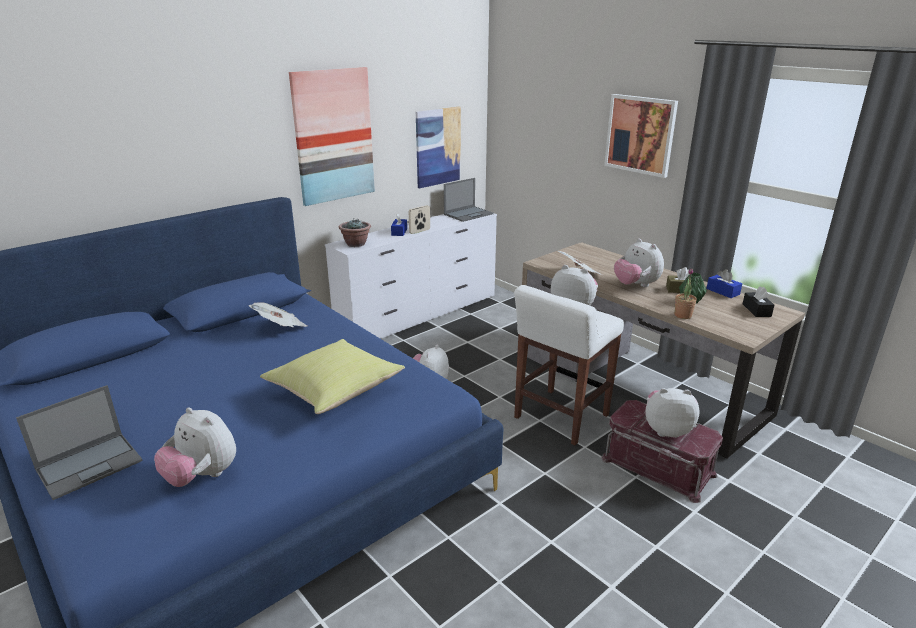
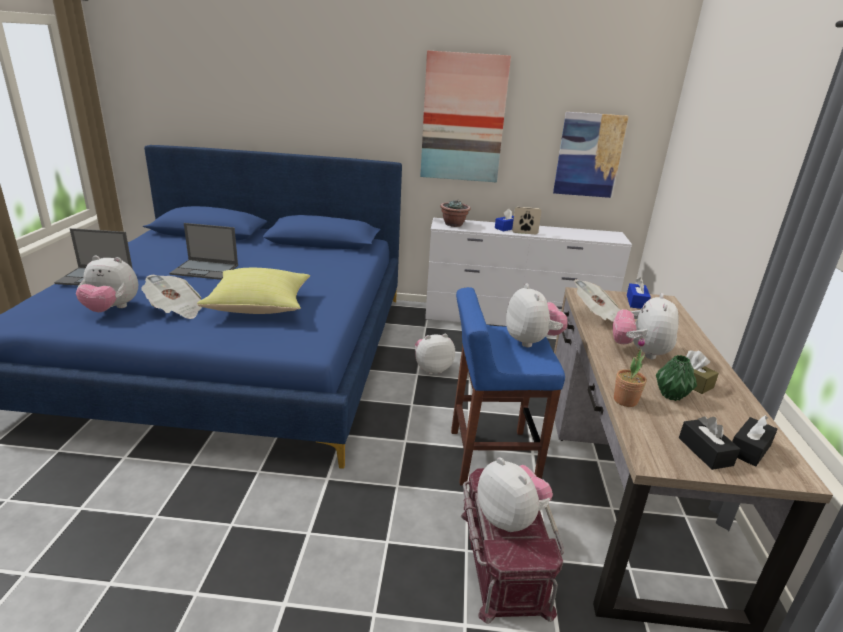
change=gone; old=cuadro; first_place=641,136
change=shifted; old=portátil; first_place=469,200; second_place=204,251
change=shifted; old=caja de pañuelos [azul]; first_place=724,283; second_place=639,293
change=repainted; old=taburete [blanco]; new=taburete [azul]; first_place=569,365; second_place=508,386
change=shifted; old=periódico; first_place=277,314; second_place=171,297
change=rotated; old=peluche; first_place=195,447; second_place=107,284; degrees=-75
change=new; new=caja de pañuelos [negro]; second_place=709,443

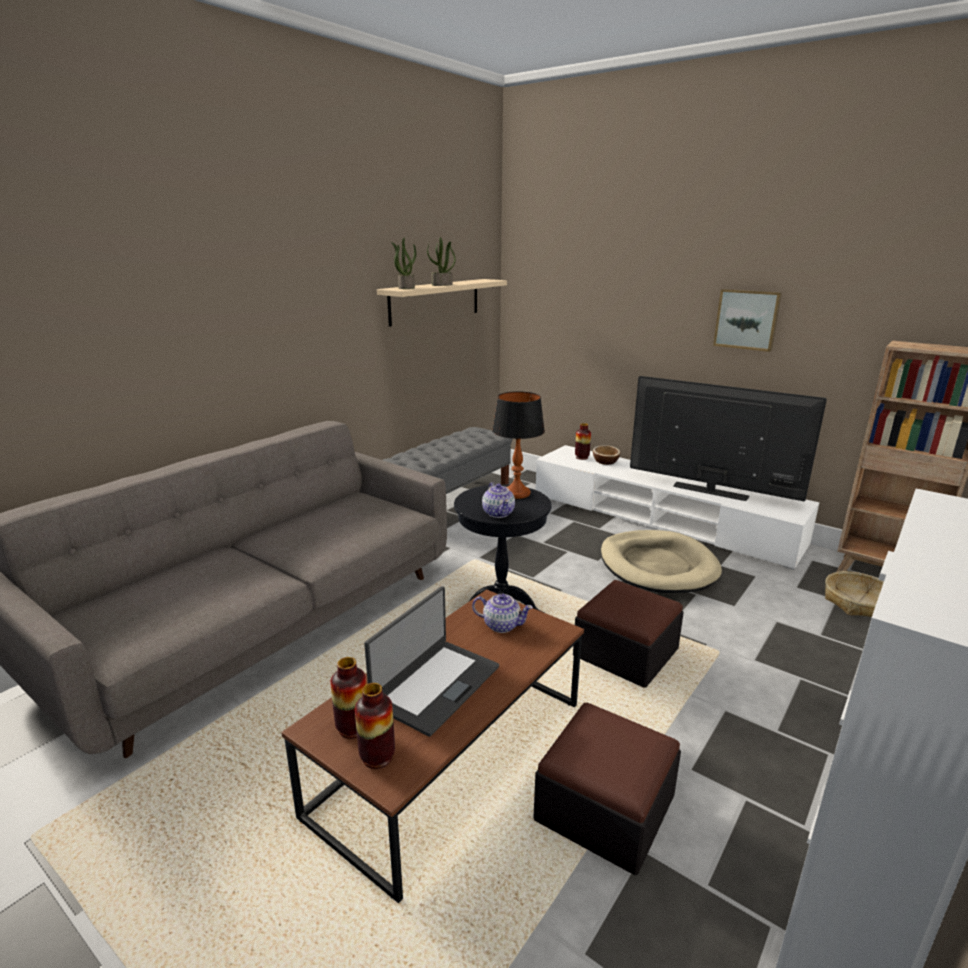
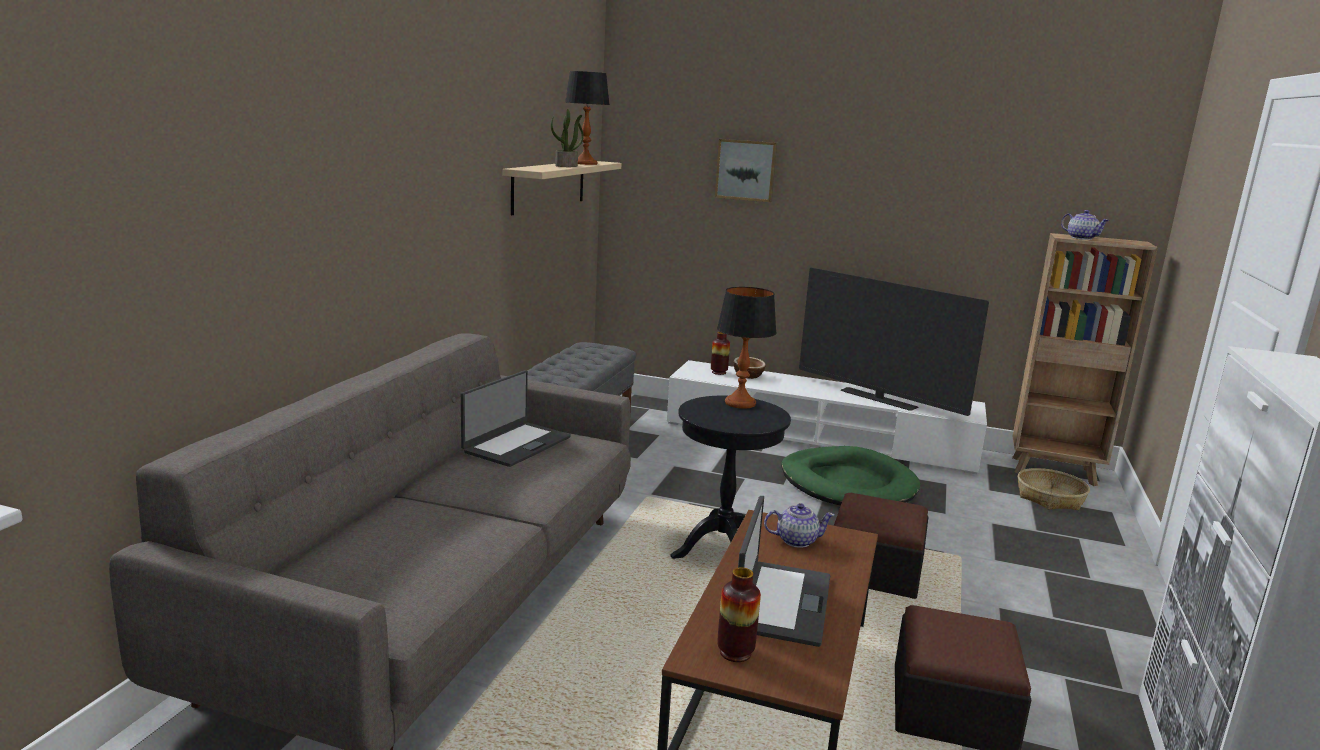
change=gone; old=planta en maceta; first_place=403,263
change=shifted; old=cuadro; first_place=747,320; second_place=746,170
change=rotated; old=televisor; first_place=728,438; second_place=894,342; degrees=-150
change=shifted; old=tetera; first_place=498,500; second_place=1085,225
change=repainted; old=cama para perro [beis]; new=cama para perro [verde]; first_place=661,561; second_place=850,476
change=gone; old=florero; first_place=375,726
change=new; new=lámpara de mesa; second_place=587,118
change=new; new=portátil; second_place=516,418

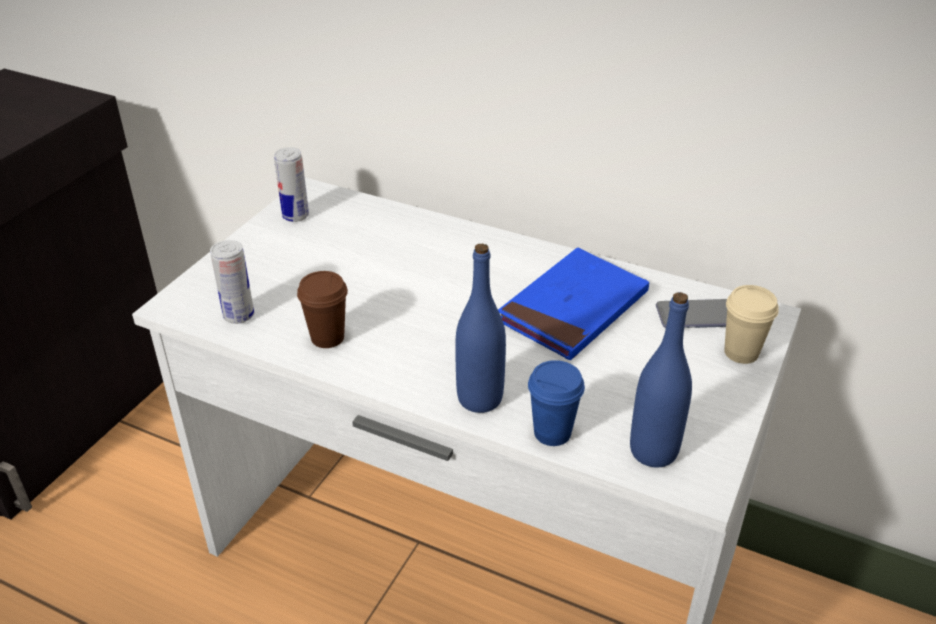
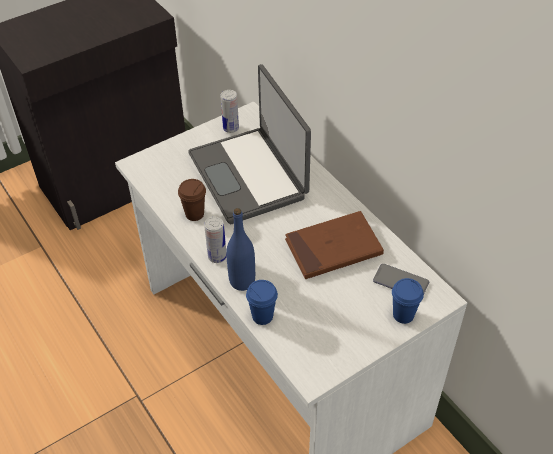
change=shifted; old=lata; first_place=232,282; second_place=215,240
change=repainted; old=libro [azul]; new=libro [marrón]; first_place=573,304; second_place=334,245
change=repainted; old=taza [beis]; new=taza [azul]; first_place=751,324; second_place=408,301
change=gone; old=botella [azul]; first_place=661,379
change=new; new=portátil; second_place=249,144

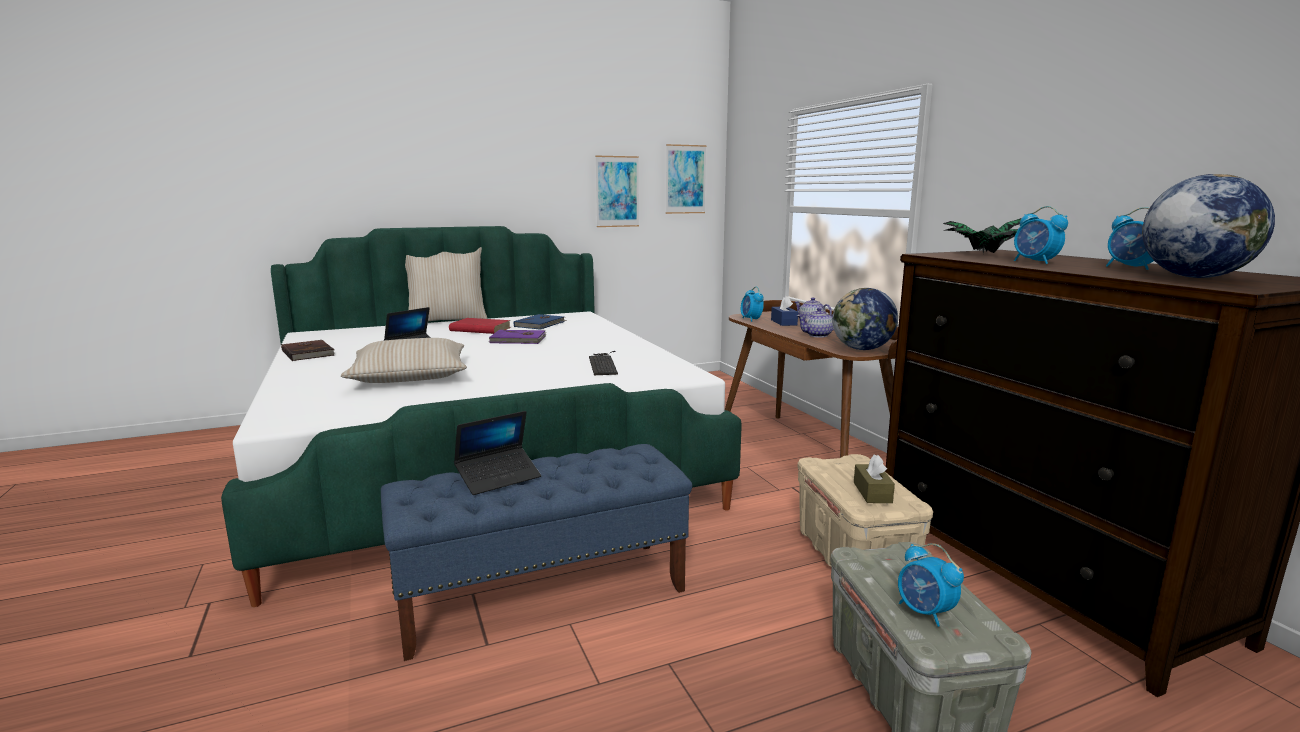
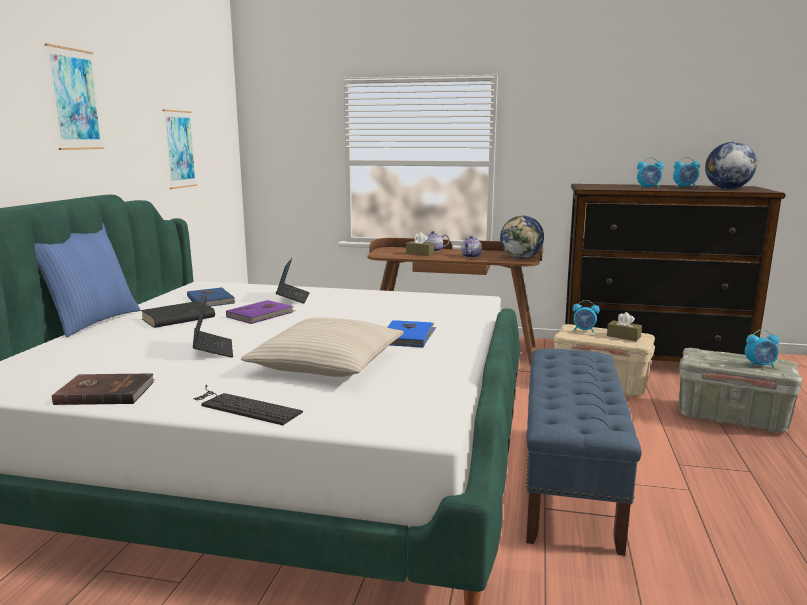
change=shifted; old=cuadro; first_place=686,179; second_place=74,96
change=gone; old=planta en maceta; first_place=982,236
change=repainted; old=cojín [beis]; new=cojín [azul]; first_place=446,284; second_place=87,280
change=shifted; old=despertador; first_place=752,304; second_place=586,316
change=repainted; old=caja de pañuelos [azul]; new=caja de pañuelos [marrón]; first_place=784,311; second_place=420,244
change=repainted; old=libro [rojo]; new=libro [negro]; first_place=480,326; second_place=177,314
change=shifted; old=teclado; first_place=603,363; second_place=248,405
change=shifted; old=portátil; first_place=497,453; second_place=293,280
change=new; new=libro [azul]; second_place=412,334

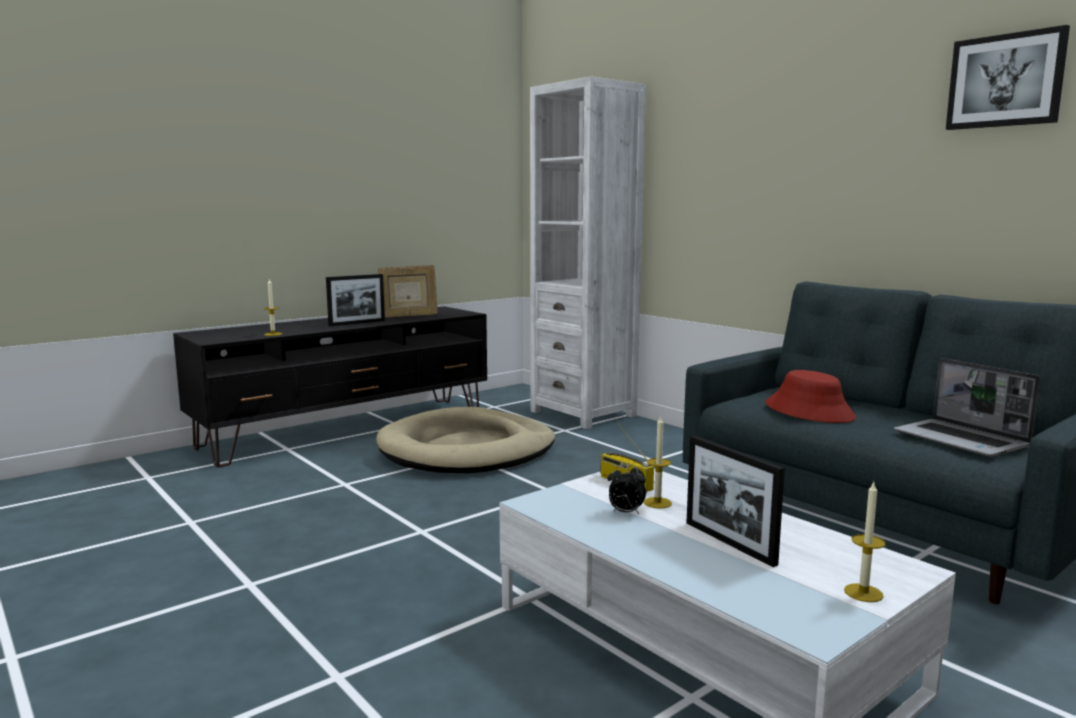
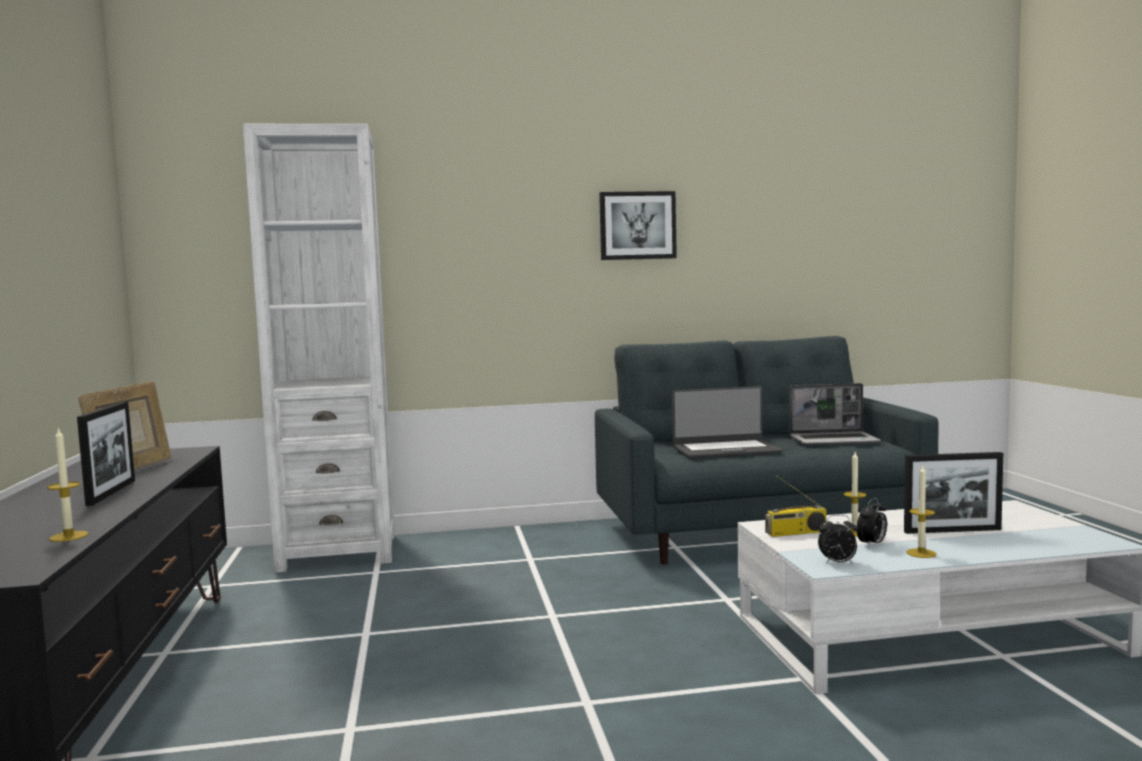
change=shifted; old=cuadro; first_place=1008,77; second_place=638,225
change=swapped; old=sombrero [rojo]; new=portátil; first_place=810,396; second_place=727,422
change=gone; old=cama para perro [beis]; first_place=465,440
change=shifted; old=vela; first_place=865,542; second_place=921,512
change=new; new=despertador; second_place=838,539

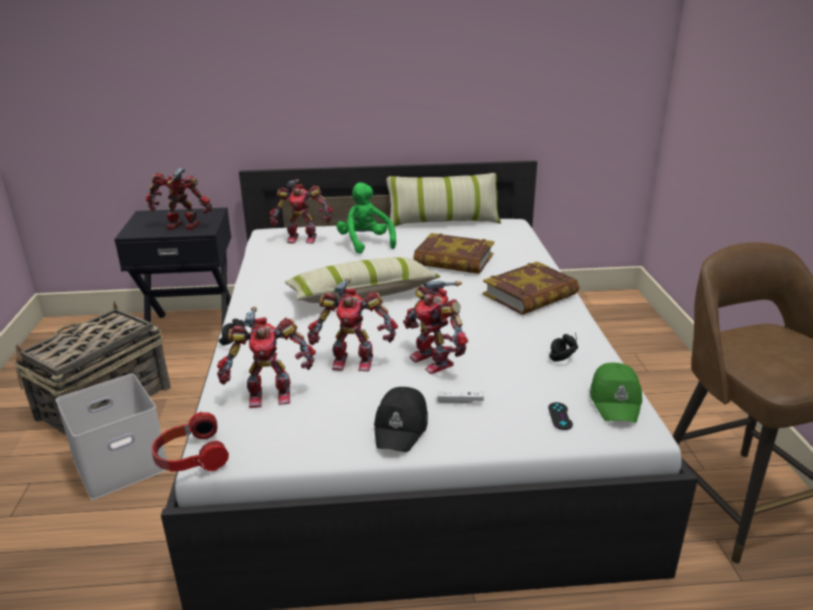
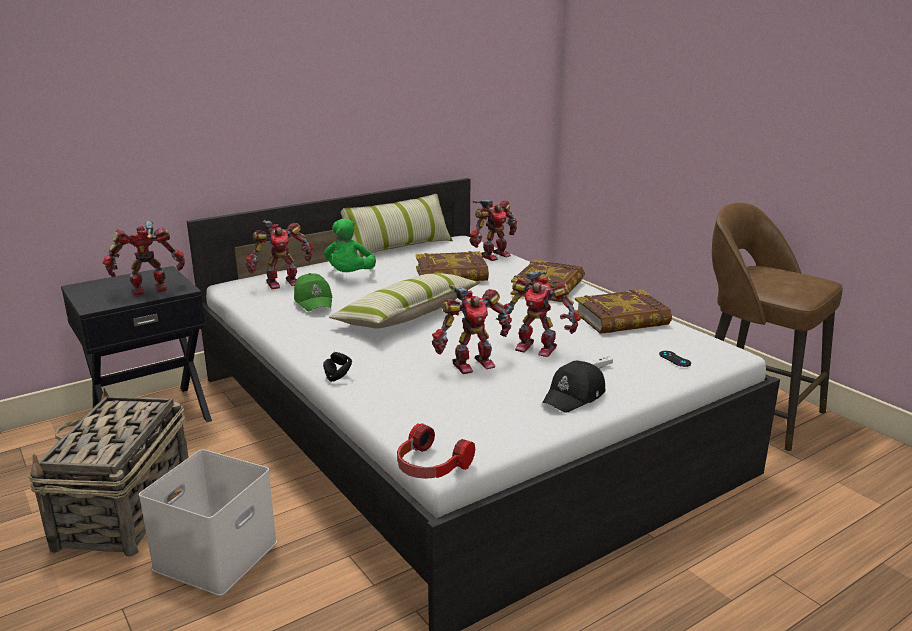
change=rotated; old=peluche [verde]; first_place=366,218; second_place=350,245; degrees=-120
change=shifted; old=robot de juguete; first_place=266,357; second_place=493,230
change=swapped; old=auriculares [negro]; new=libro; first_place=563,347; second_place=623,312
change=shifted; old=gorra [verde]; first_place=616,393; second_place=313,292
change=rotated; old=gorra [negro]; first_place=401,419; second_place=573,387; degrees=60

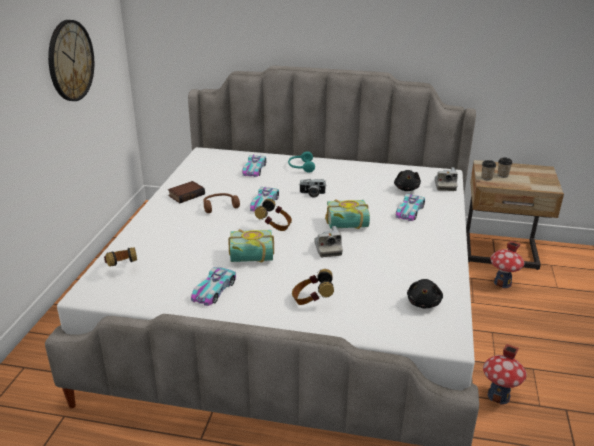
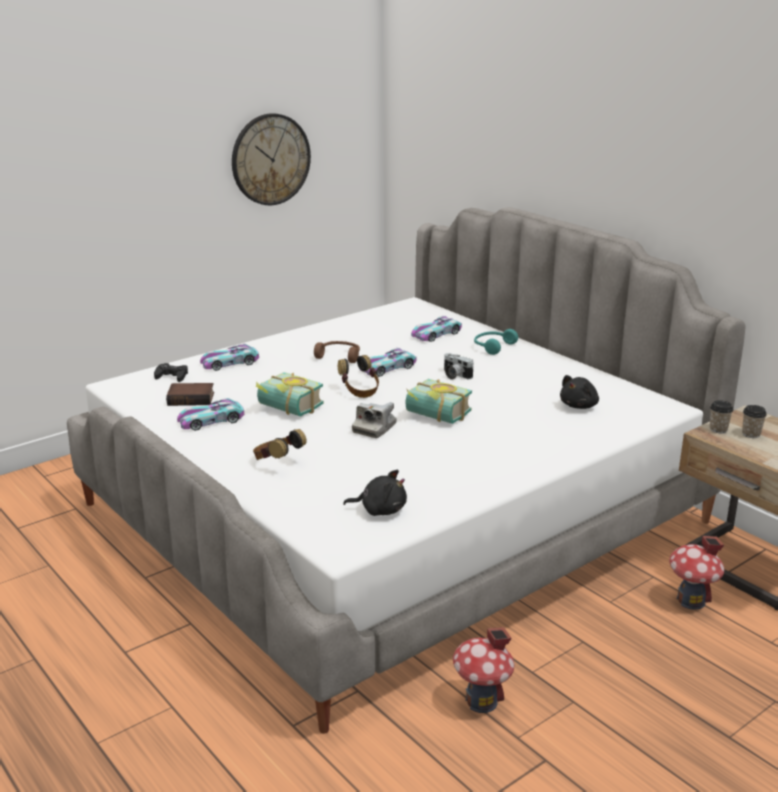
change=gone; old=cámara; first_place=446,179
change=shifted; old=libro; first_place=186,192; second_place=190,394
change=shifted; old=coche de juguete; first_place=410,207; second_place=229,357
change=swapped; old=auriculares; new=mando de consola [negro]; first_place=120,257; second_place=171,372
change=rotated; old=peluche [negro]; first_place=425,293; second_place=375,493; degrees=-135

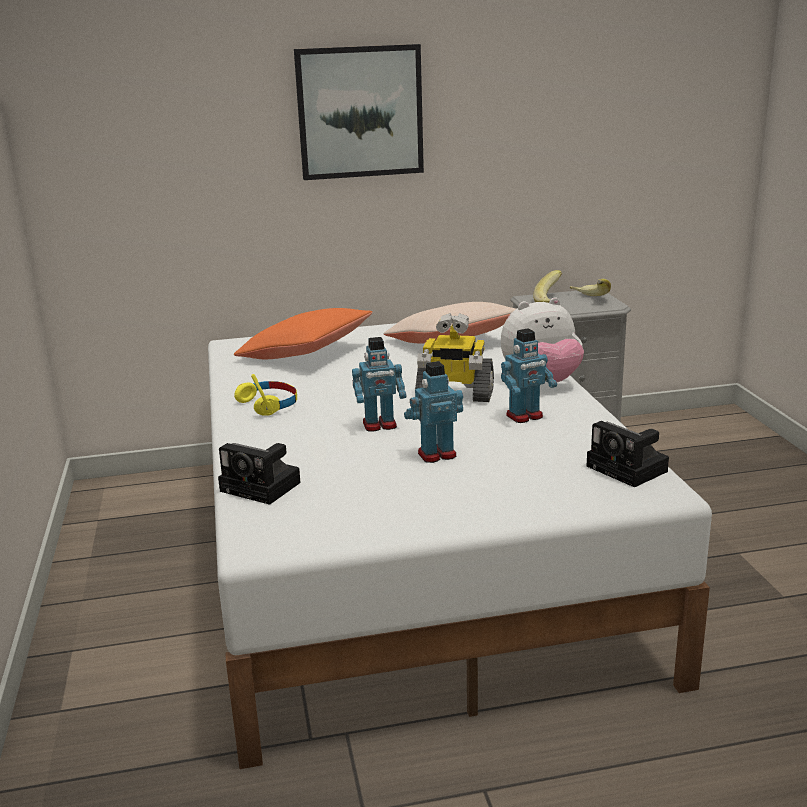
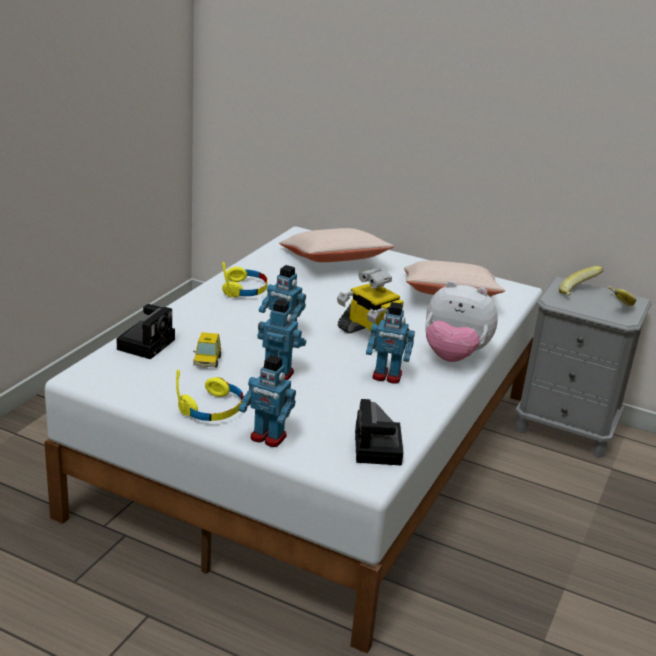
change=gone; old=cuadro; first_place=359,112
change=repainted; old=cojín [naranja]; new=cojín [beis]; first_place=303,333; second_place=336,245
change=rotated; old=cámara; first_place=259,474; second_place=146,331; degrees=-135
change=new; new=coche de juguete; second_place=207,350
change=new; new=robot de juguete; second_place=267,401
change=new; new=auriculares [amarillo]; second_place=210,395

